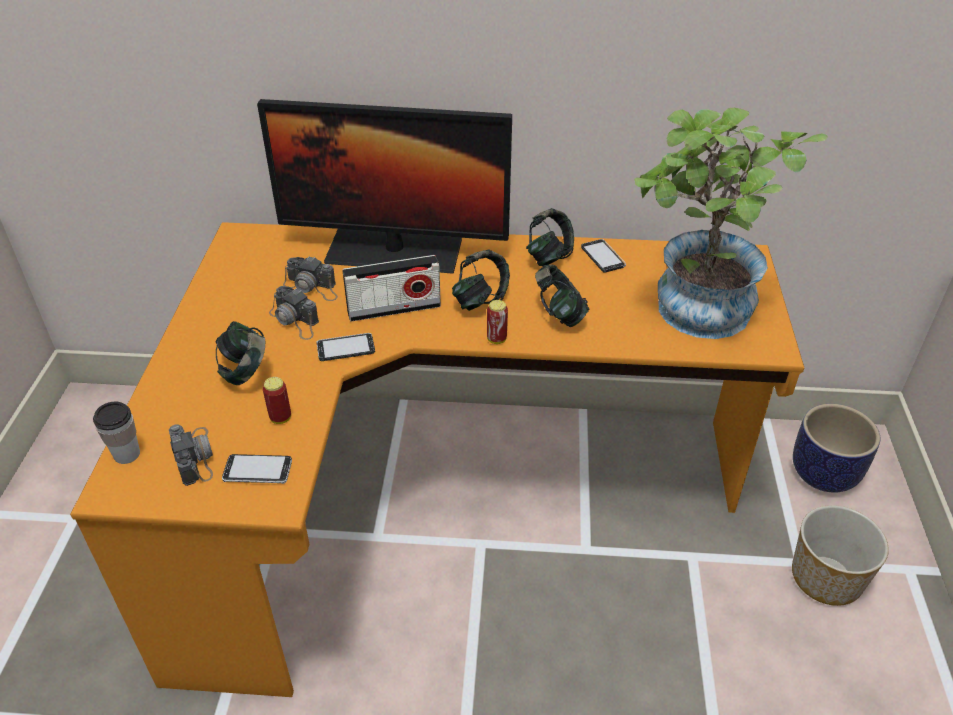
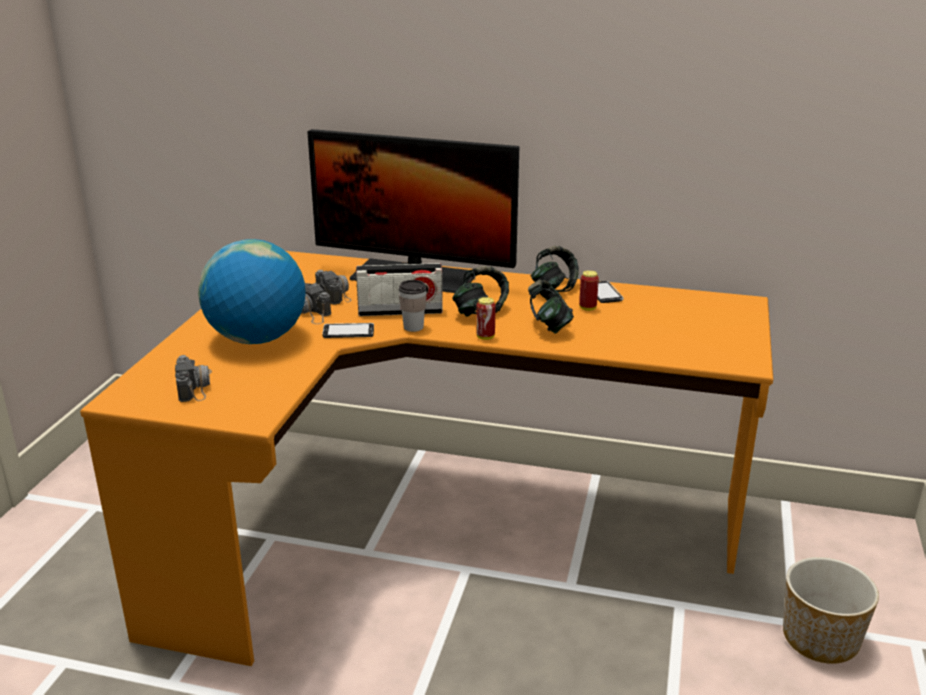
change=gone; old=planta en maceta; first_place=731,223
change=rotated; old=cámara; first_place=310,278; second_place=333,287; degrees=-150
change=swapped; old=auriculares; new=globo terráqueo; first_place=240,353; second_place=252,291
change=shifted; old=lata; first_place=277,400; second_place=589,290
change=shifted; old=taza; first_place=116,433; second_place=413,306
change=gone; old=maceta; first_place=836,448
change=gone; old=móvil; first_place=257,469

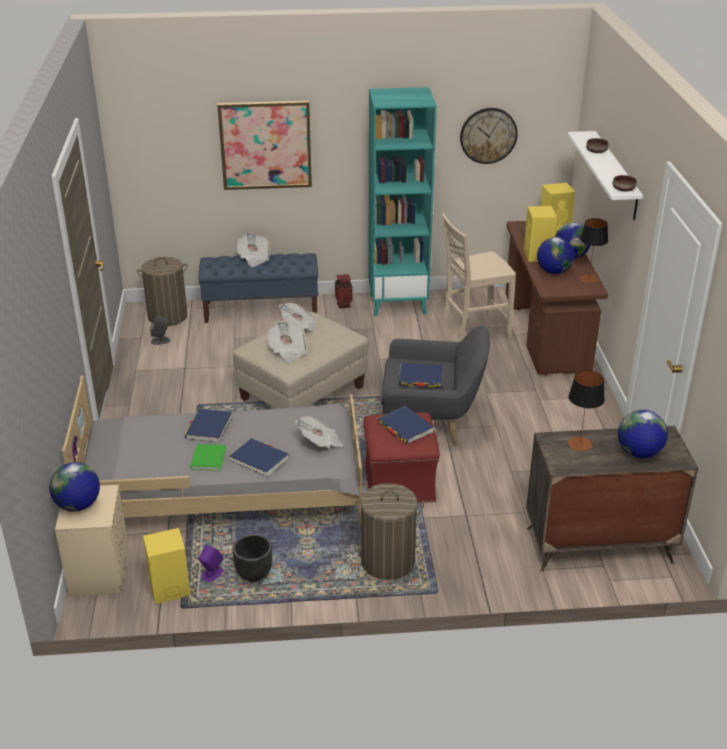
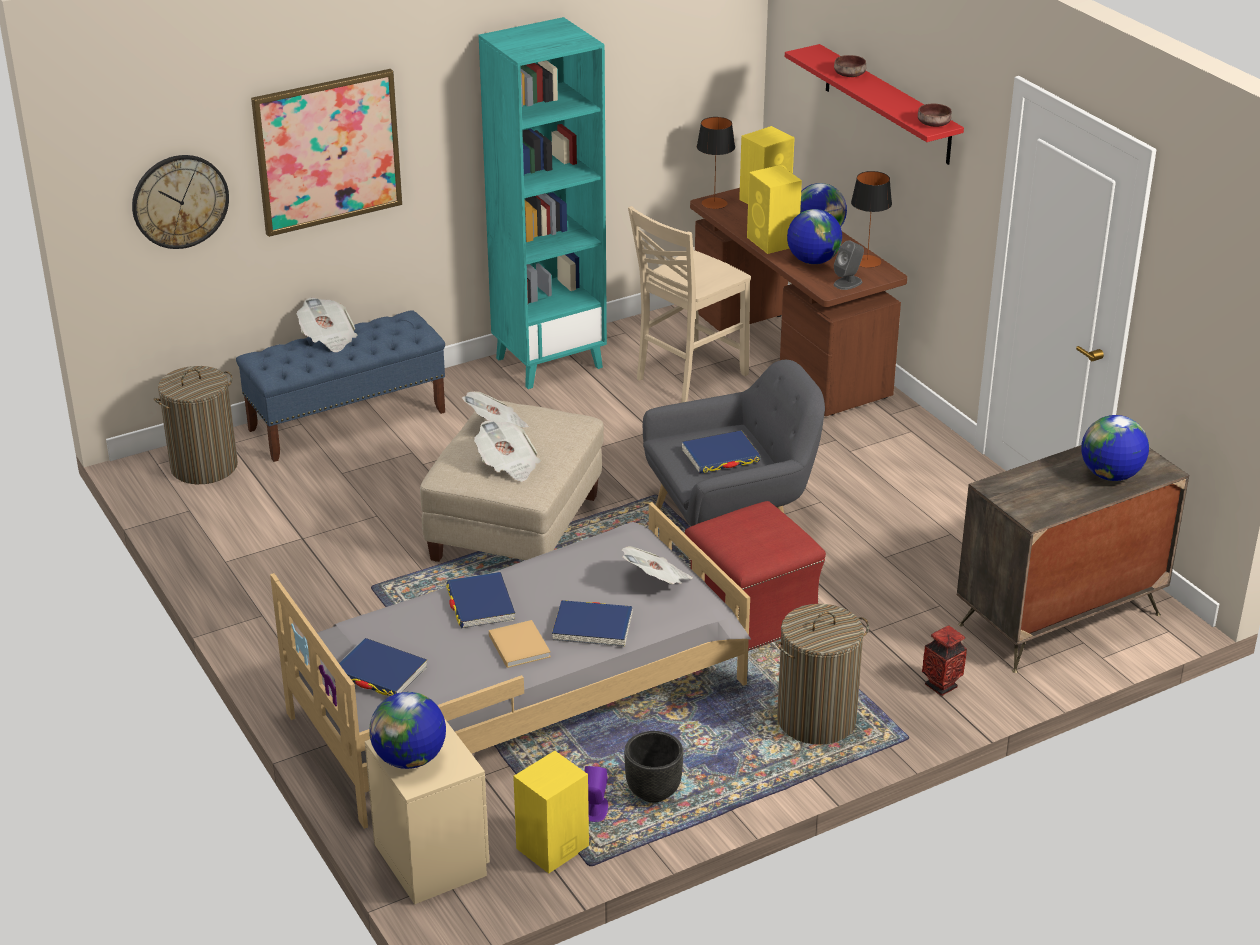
change=shifted; old=reloj de pared; first_place=489,136; second_place=180,202
change=repainted; old=estante [blanco]; new=estante [rojo]; first_place=605,175; second_place=874,104
change=shifted; old=florero; first_place=344,291; second_place=944,660
change=shifted; old=altavoz [gris]; first_place=160,330; second_place=849,265
change=shifted; old=lámpara de mesa; first_place=586,410; second_place=716,163
change=shifted; old=libro [azul]; first_place=406,425; second_place=383,667
change=repainted; old=libro [verde]; new=libro [beis]; first_place=208,457; second_place=520,644

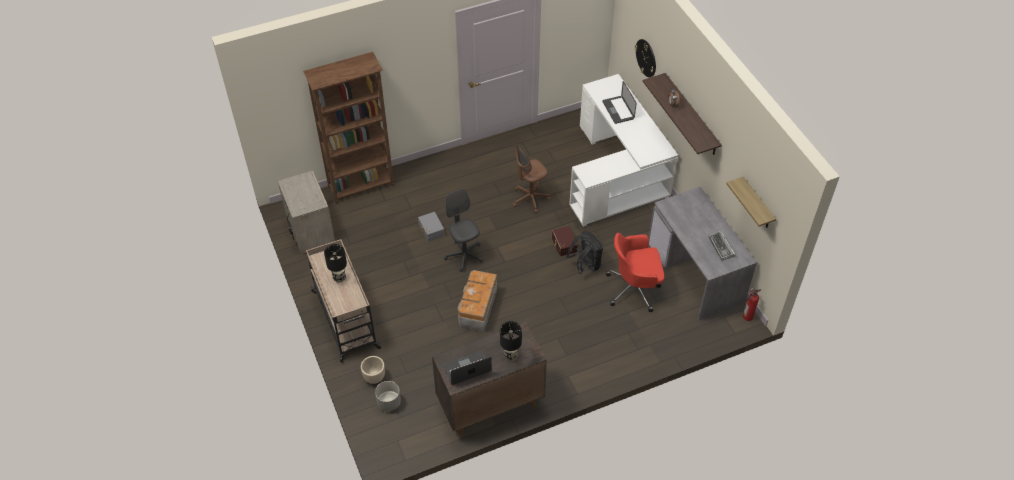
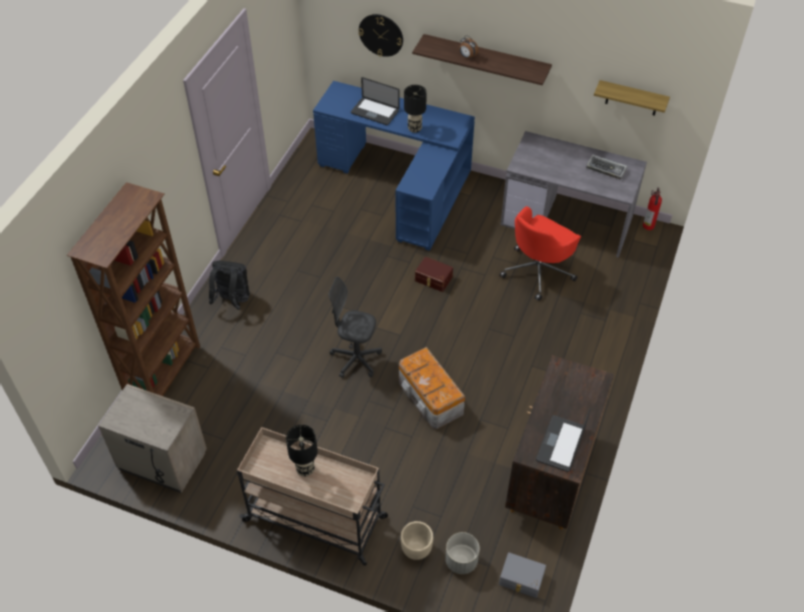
change=repainted; old=escritorio [blanco]; new=escritorio [azul]; first_place=623,150; second_place=394,166
change=gone; old=silla de oficina [marrón]; first_place=532,178
change=shifted; old=caja de almacenaje [gris]; first_place=431,227; second_place=522,575
change=shifted; old=mochila [negro]; first_place=584,252; second_place=229,285
change=shifted; old=lámpara de mesa [negro]; first_place=511,341; second_place=415,109

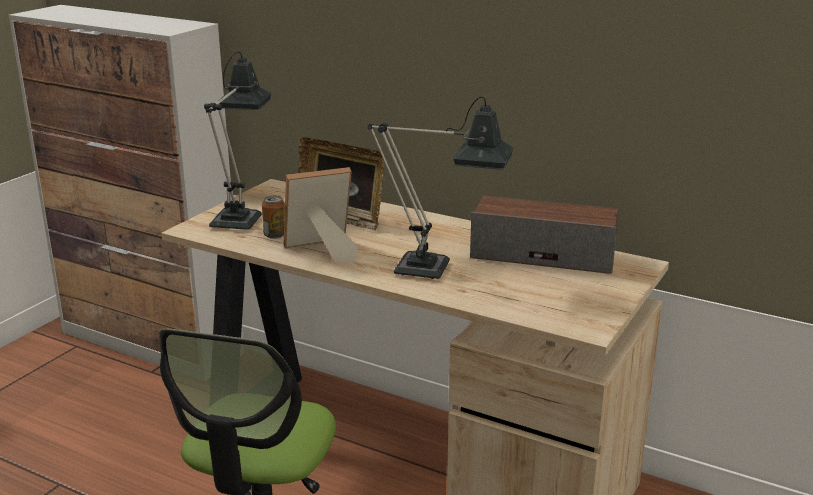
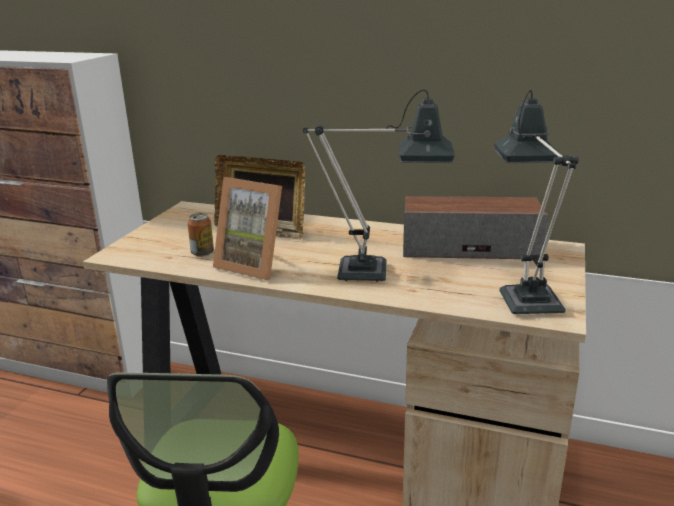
change=shifted; old=lámpara de mesa; first_place=237,141; second_place=536,202
change=rotated; old=portarretratos; first_place=320,215; second_place=247,228; degrees=-120

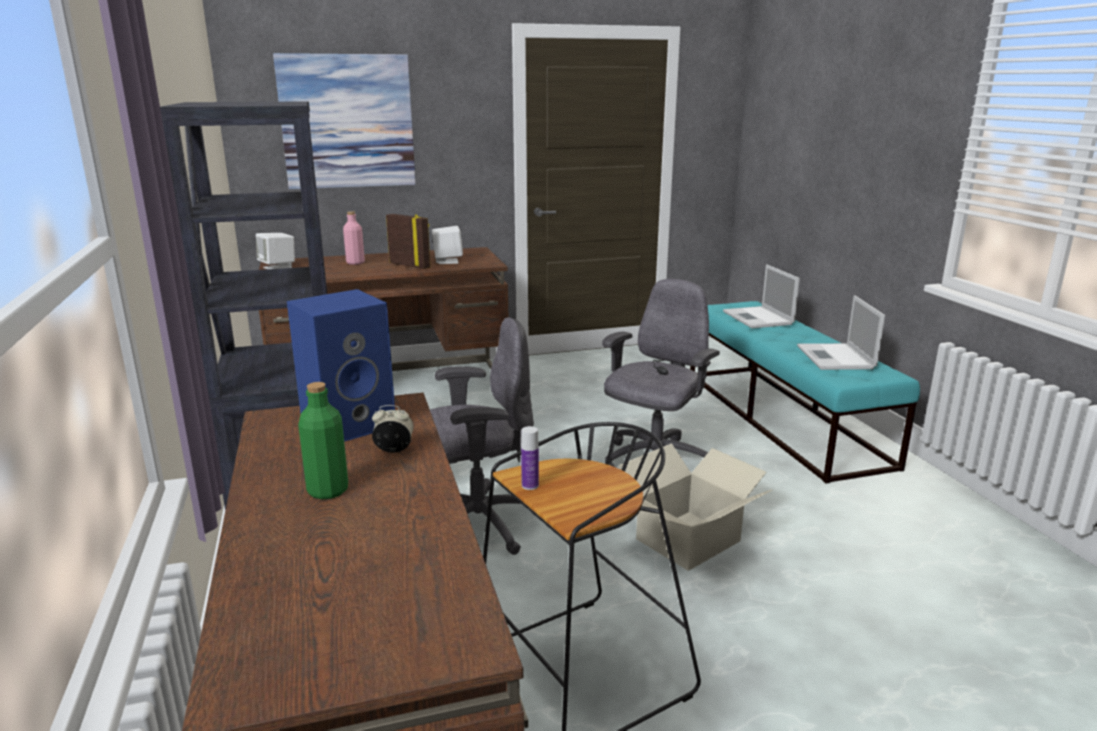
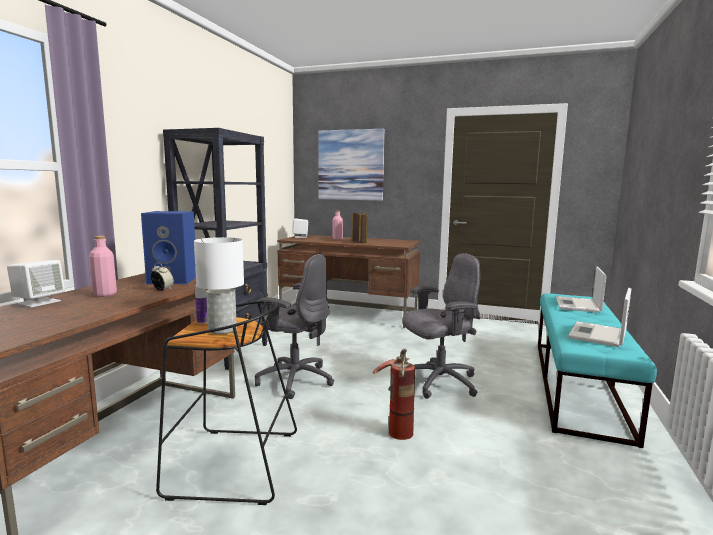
change=shifted; old=altavoz [blanco]; first_place=447,245; second_place=36,283
change=repainted; old=botella [verde]; new=botella [rosa]; first_place=323,441; second_place=103,266
change=swapped; old=caja de cartón; new=extintor; first_place=695,507; second_place=394,394
change=new; new=lámpara de mesa [blanco]; second_place=219,285

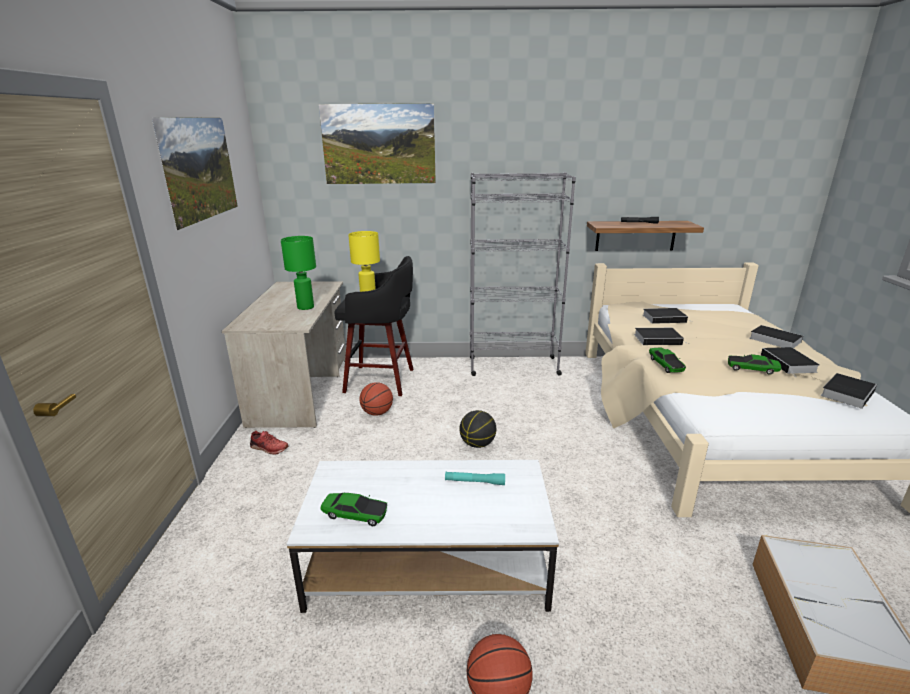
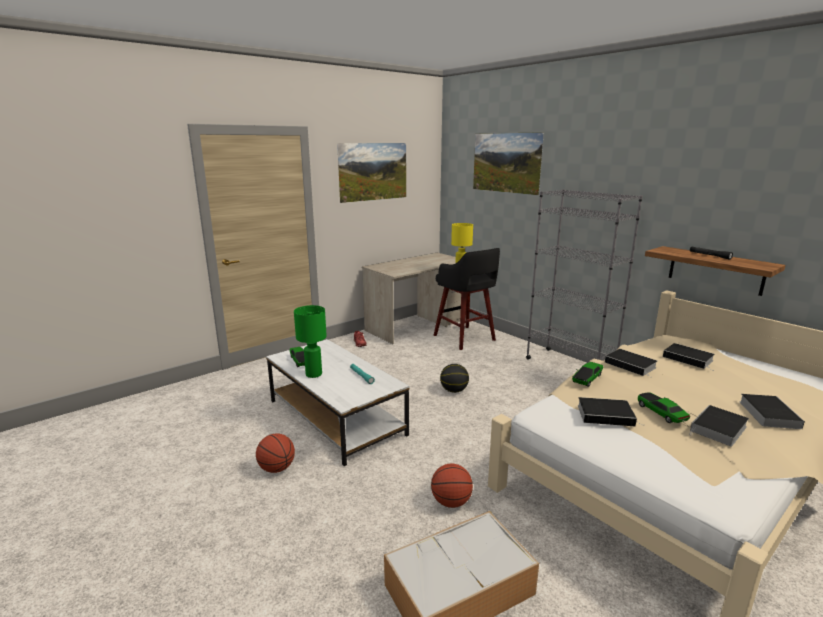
change=shifted; old=lámpara de mesa [verde]; first_place=298,273; second_place=310,341
change=shifted; old=libro; first_place=849,391; second_place=611,411
change=shifted; old=balón de baloncesto; first_place=376,399; second_place=452,485

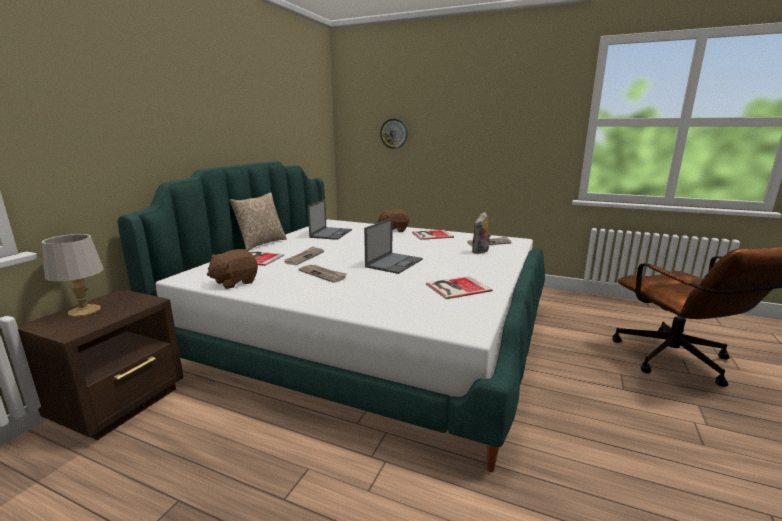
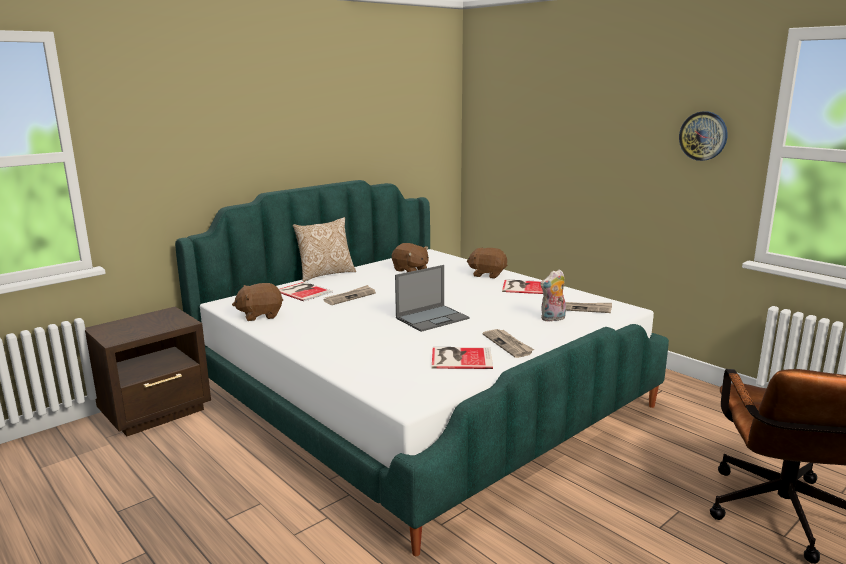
change=shifted; old=reloj de pared; first_place=394,134; second_place=703,136
change=swapped; old=portátil; new=peluche [marrón]; first_place=330,219; second_place=410,257
change=gone; old=lámpara de mesa [gris]; first_place=73,275
change=shifted; old=periódico; first_place=322,274; second_place=508,343

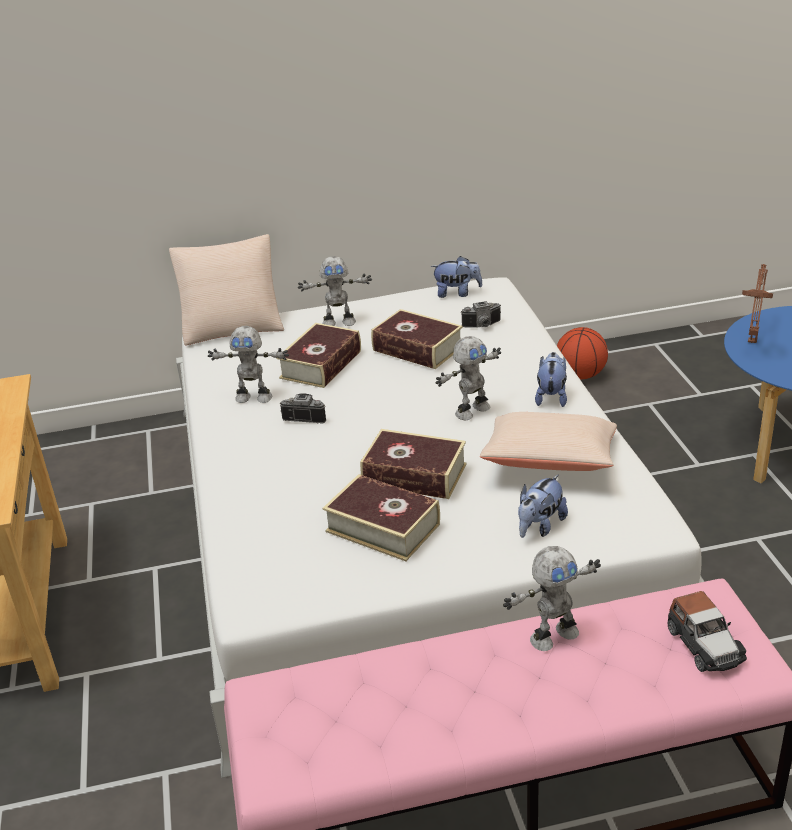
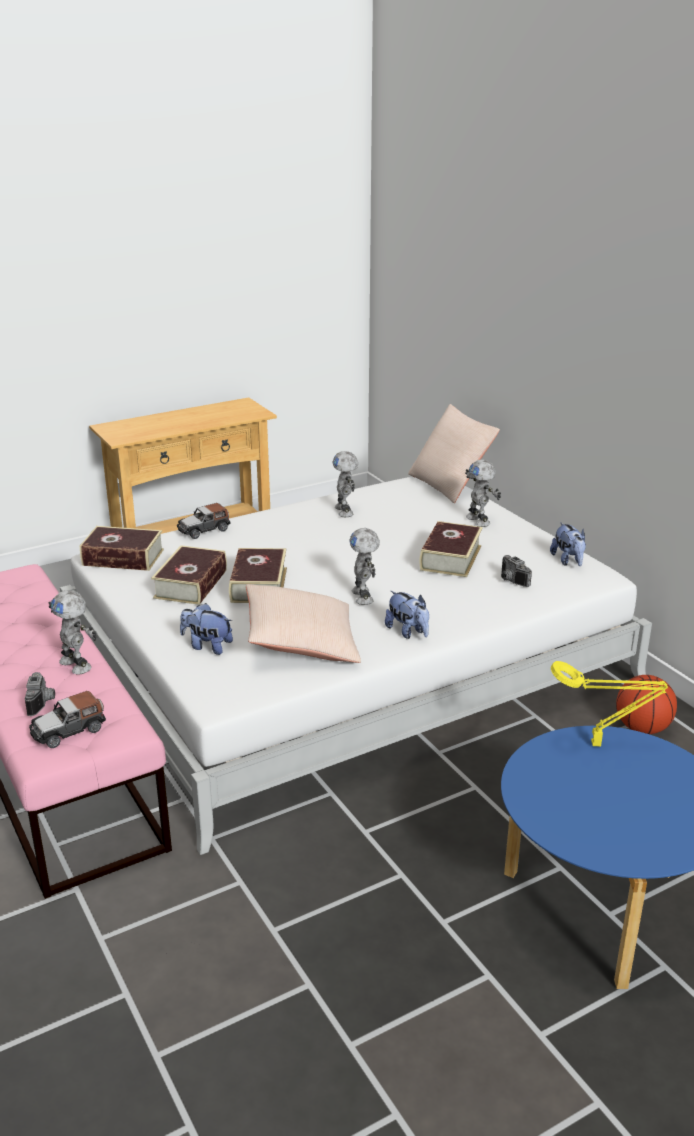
change=repainted; old=lámpara de mesa [marrón]; new=lámpara de mesa [amarillo]; first_place=757,303; second_place=609,703
change=shifted; old=libro; first_place=319,355; second_place=122,548
change=rotated; old=robot de juguete; first_place=468,378; second_place=364,566; degrees=45
change=rotated; old=peluche; first_place=551,379; second_place=407,615; degrees=60
change=shifted; old=cámara; first_place=303,408; second_place=40,694
change=new; new=coche de juguete; second_place=203,521

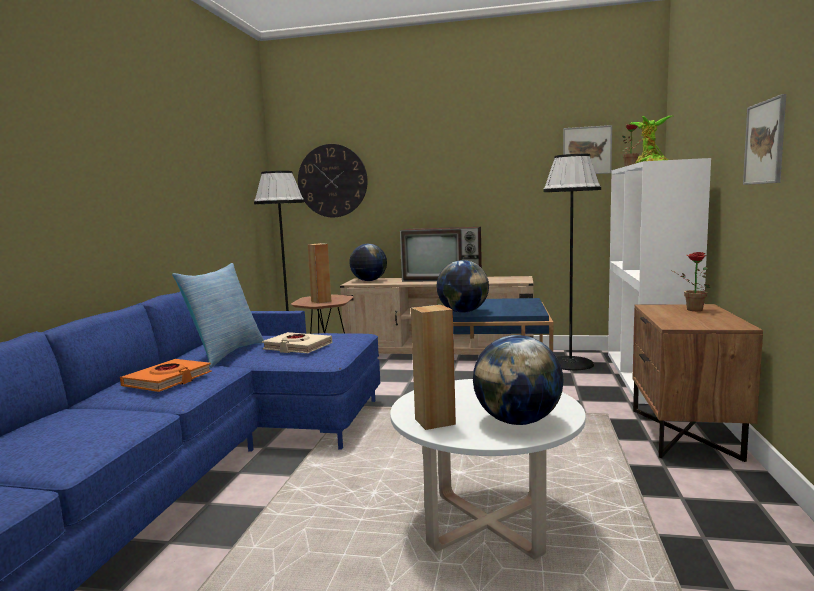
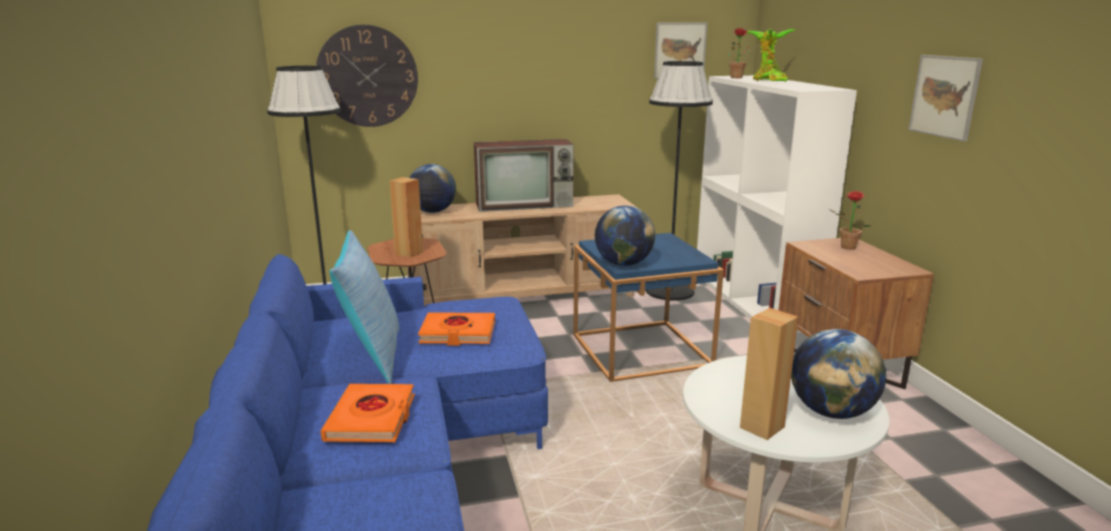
change=repainted; old=libro [beis]; new=libro [naranja]; first_place=297,342; second_place=456,329

